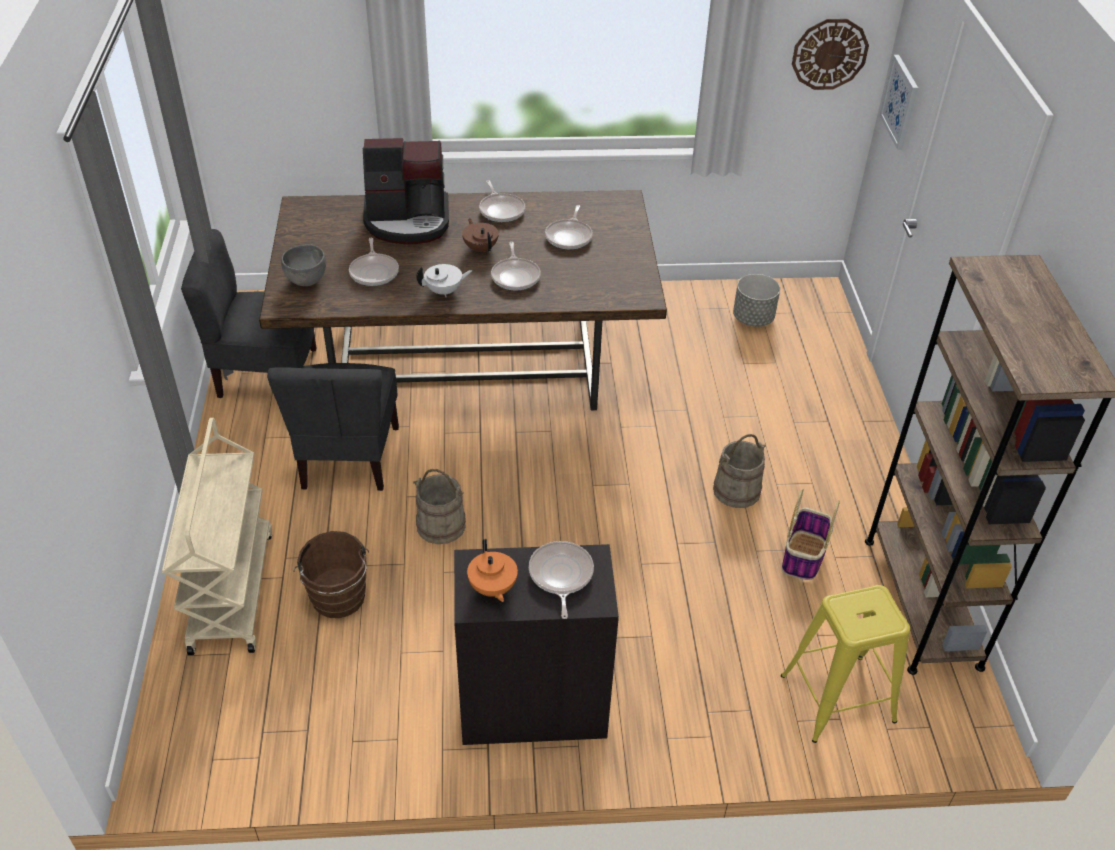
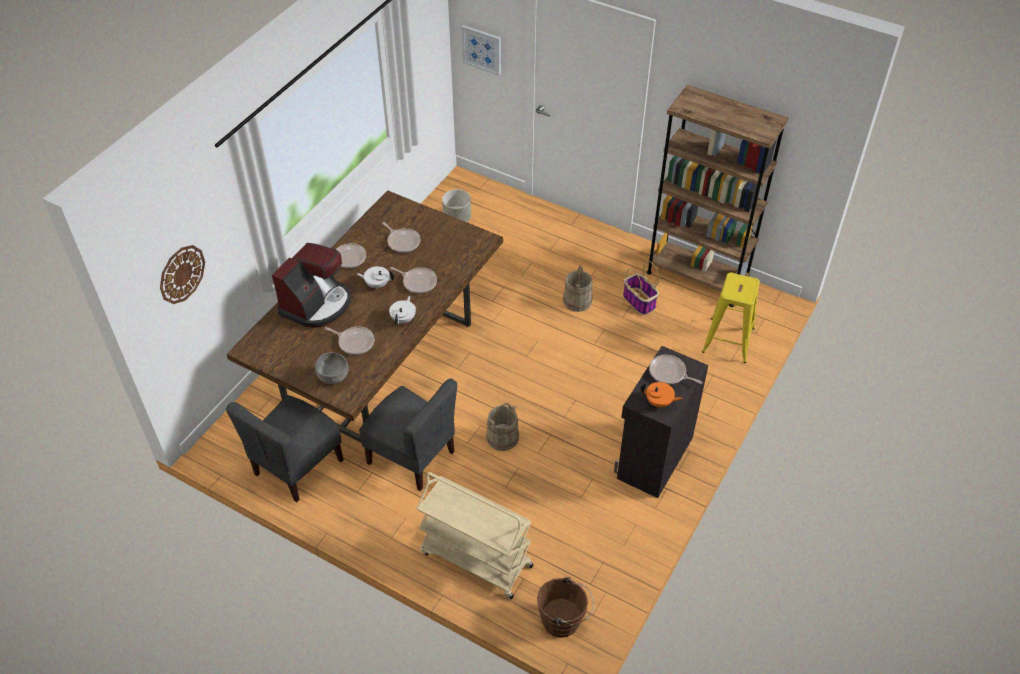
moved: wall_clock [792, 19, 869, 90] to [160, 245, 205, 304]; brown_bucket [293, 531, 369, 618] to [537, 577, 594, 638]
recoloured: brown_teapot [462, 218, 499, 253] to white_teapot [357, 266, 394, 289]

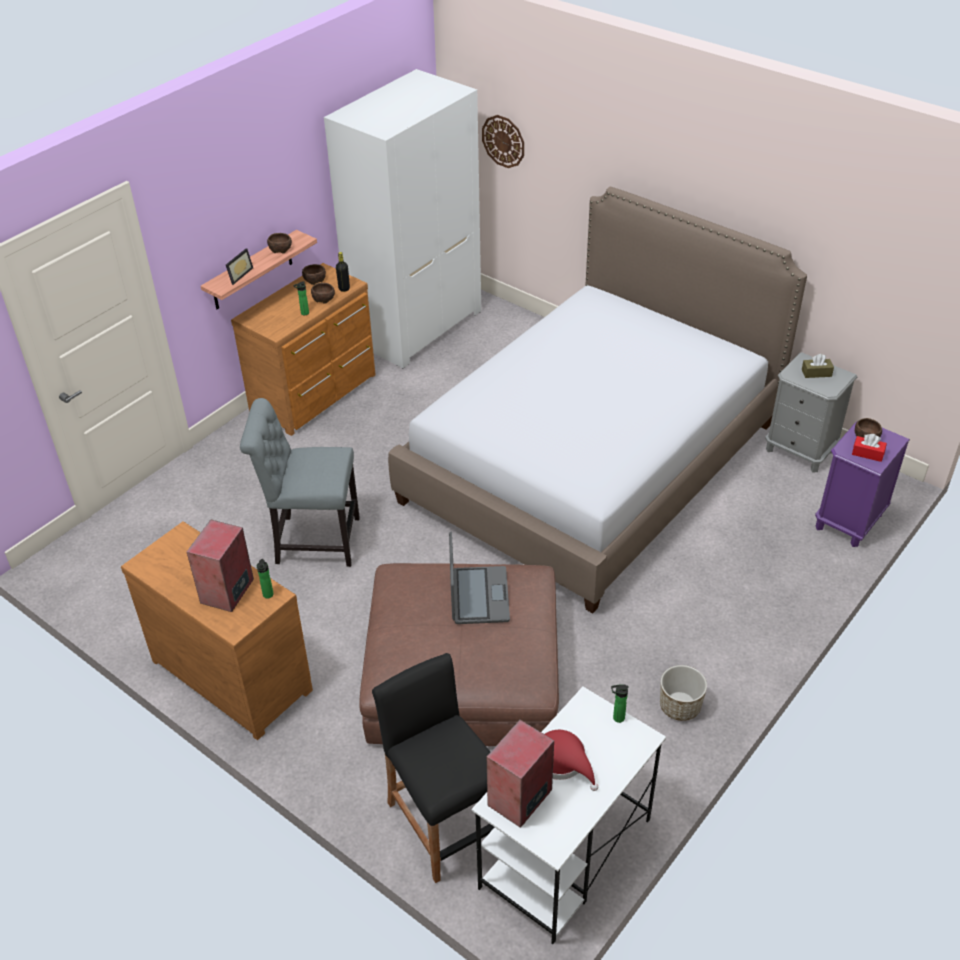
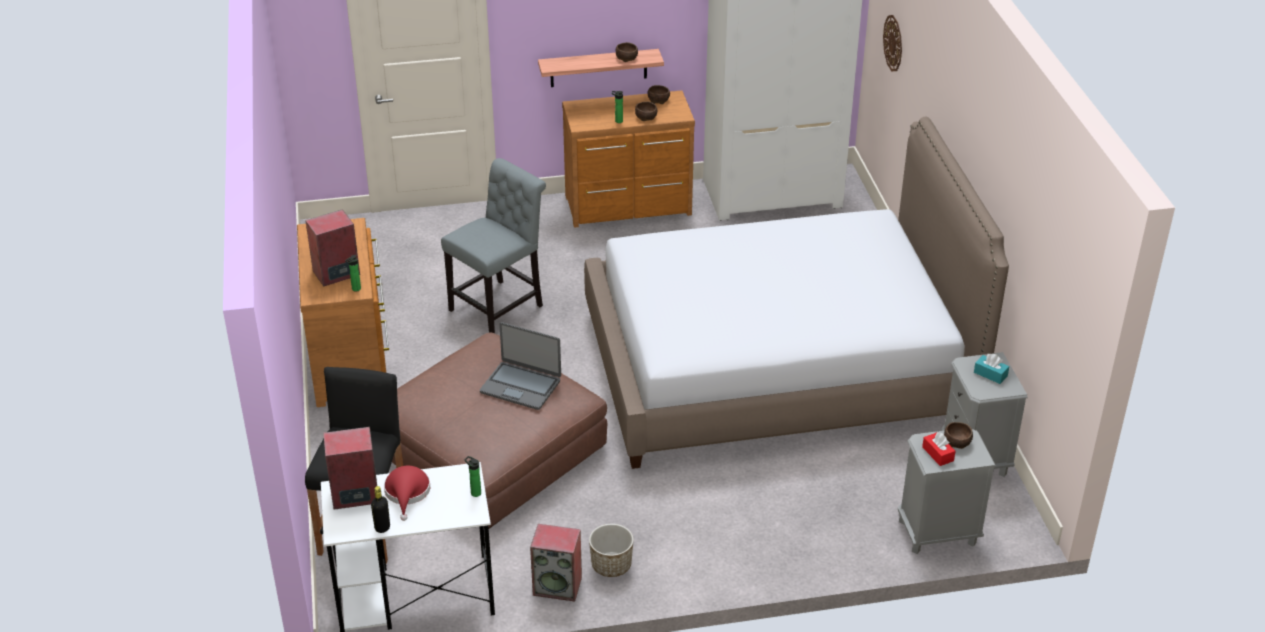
removed: picture_frame [226, 248, 253, 285]
added: speaker [530, 524, 582, 602]
moved: black_bottle [336, 252, 350, 292] to [371, 486, 390, 533]
recoloured: brown_tissue_box [802, 354, 834, 378] to turquoise_tissue_box [974, 354, 1009, 384]; purple_nightstand [815, 421, 910, 547] to grey_nightstand [898, 429, 996, 554]
turned: grey_chair [240, 398, 360, 567] = [441, 158, 546, 333] 90 degrees clockwise; laptop [449, 532, 510, 624] = [480, 322, 561, 410] 75 degrees clockwise

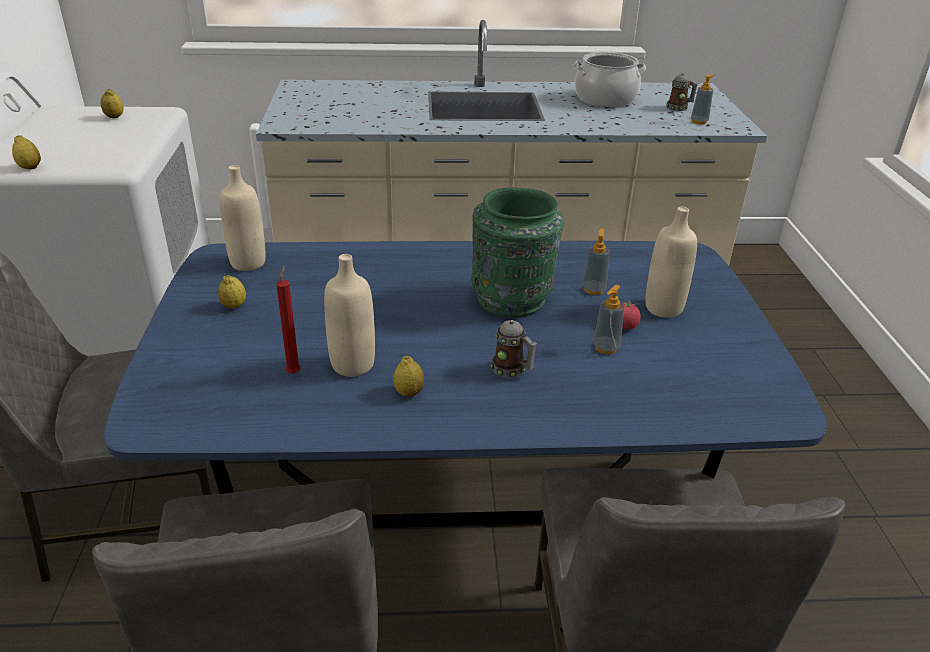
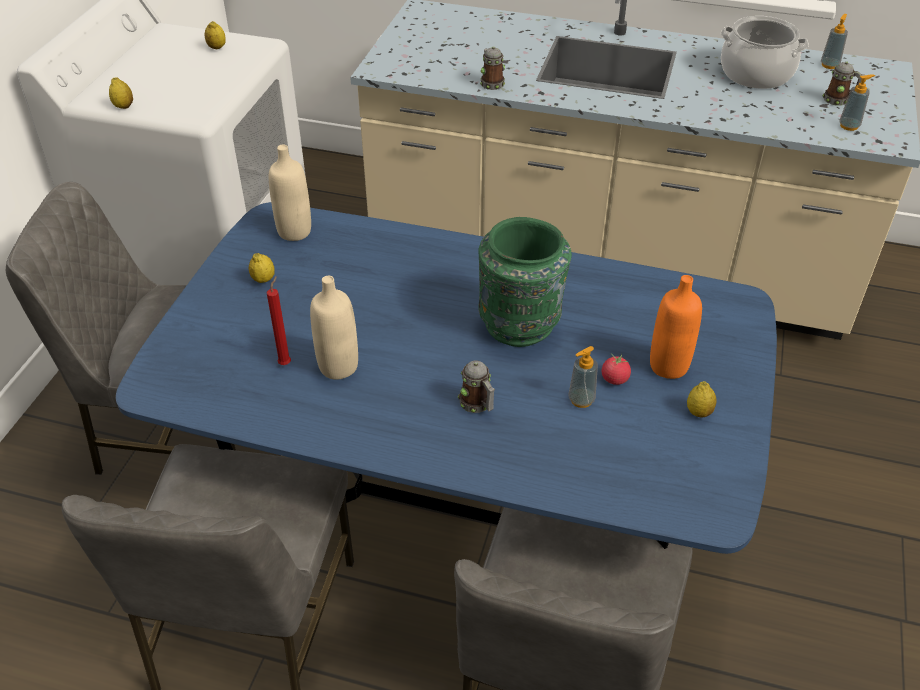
added: mug [480, 46, 505, 90]
moved: soap_dispenser [582, 228, 610, 295] to [821, 14, 848, 69]; lemon [393, 356, 424, 397] to [687, 381, 717, 418]
recoloured: beige_bottle [645, 207, 697, 318] to orange_bottle [650, 275, 702, 379]

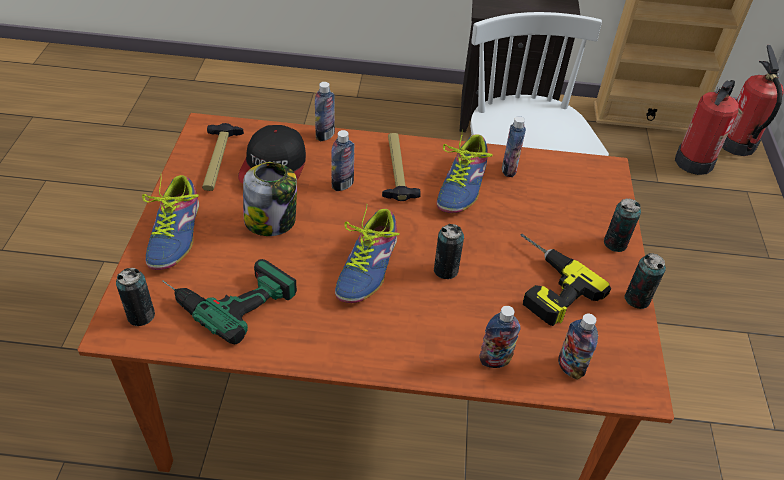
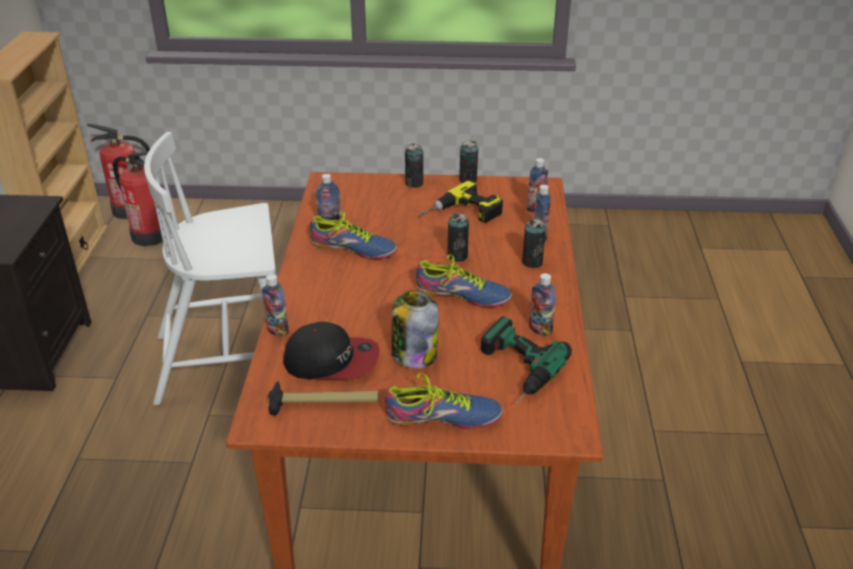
removed: hammer [382, 133, 421, 201]
moved: bottle [331, 130, 354, 191] to [529, 273, 556, 336]; can [116, 268, 155, 326] to [522, 219, 546, 268]

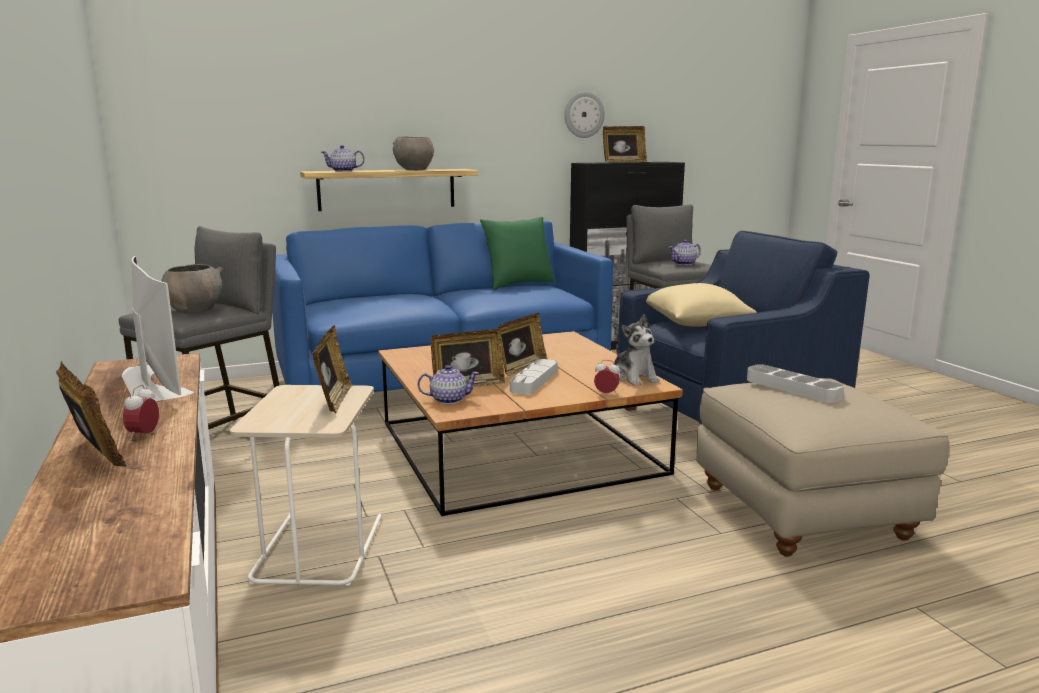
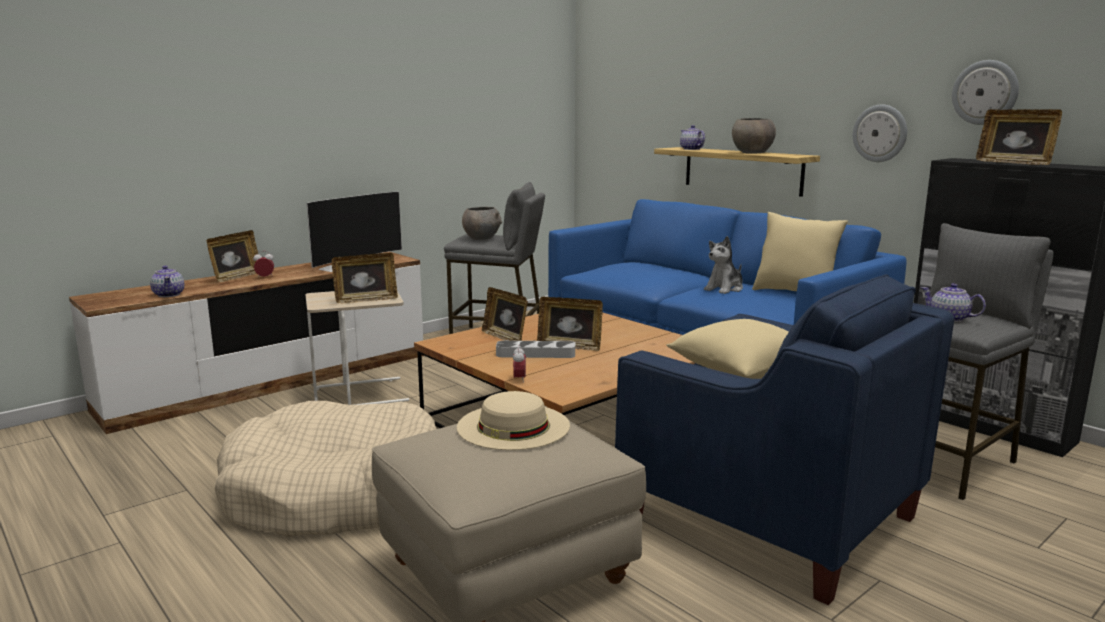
added: wall_clock [853, 105, 907, 162]; beige_dog_bed [215, 401, 436, 537]
moved: plush_toy [614, 314, 660, 386] to [704, 236, 743, 294]; teapot [417, 365, 479, 404] to [150, 266, 185, 297]
replaced: grey_tray [747, 364, 844, 403] to beige_hat [457, 391, 570, 450]
recoloured: green_pillow [480, 217, 555, 290] to beige_pillow [752, 212, 848, 291]

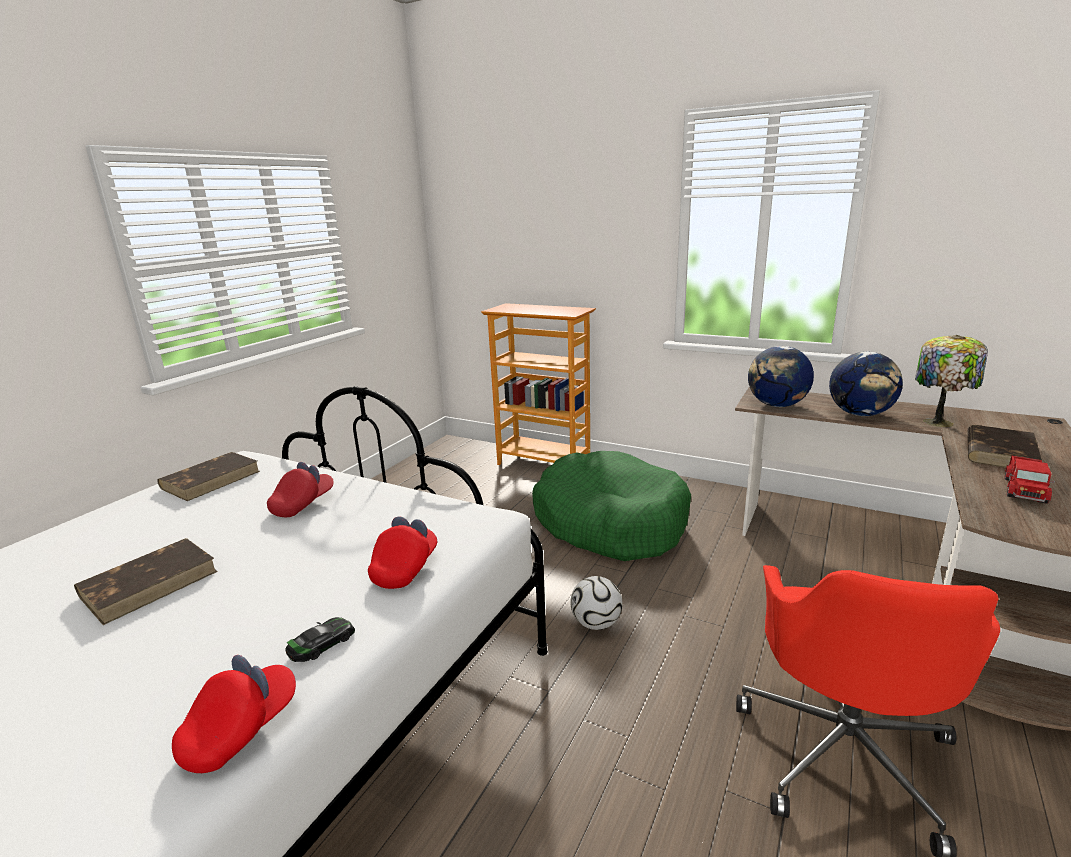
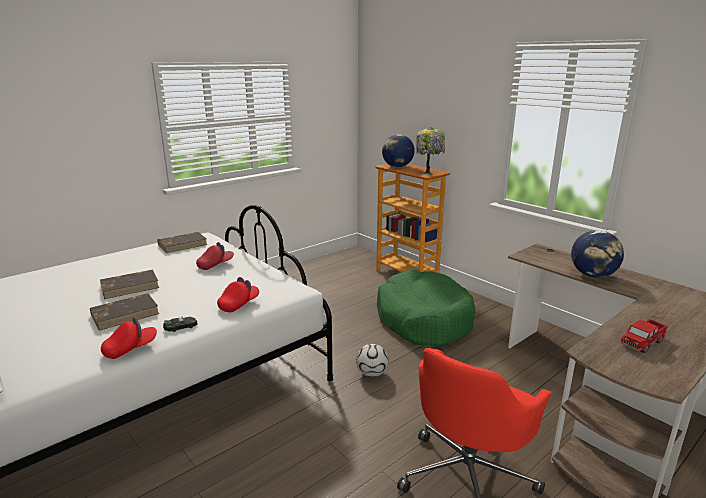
moved: table_lamp [915, 335, 988, 427] to [416, 127, 445, 175]; globe [748, 346, 814, 407] to [382, 134, 415, 167]; brown_book [967, 425, 1042, 468] to [90, 293, 159, 331]

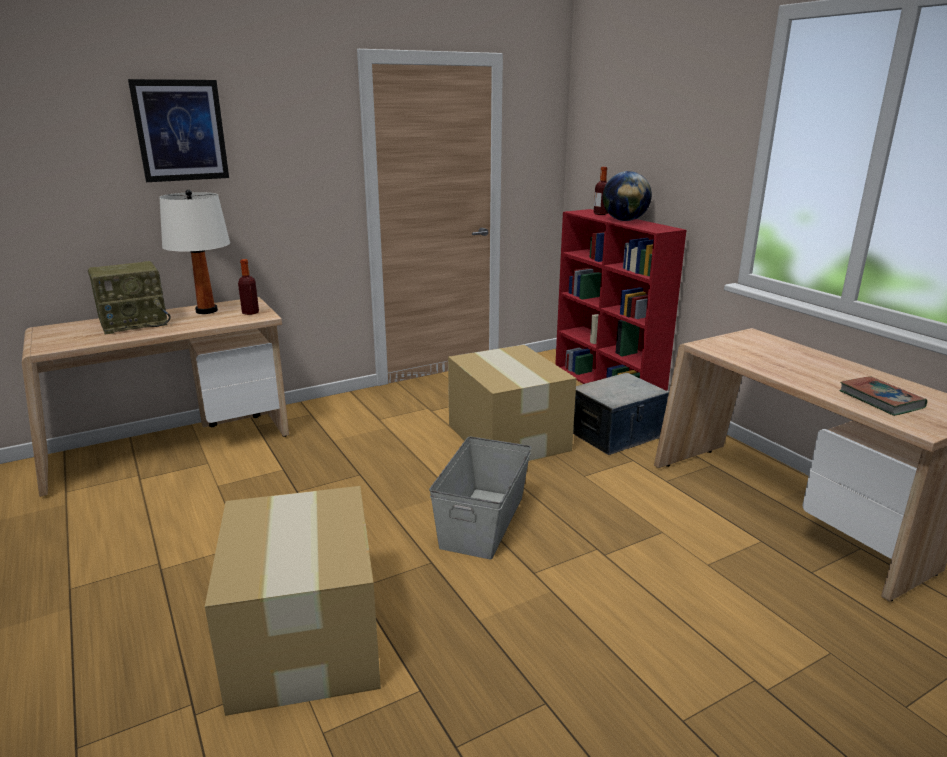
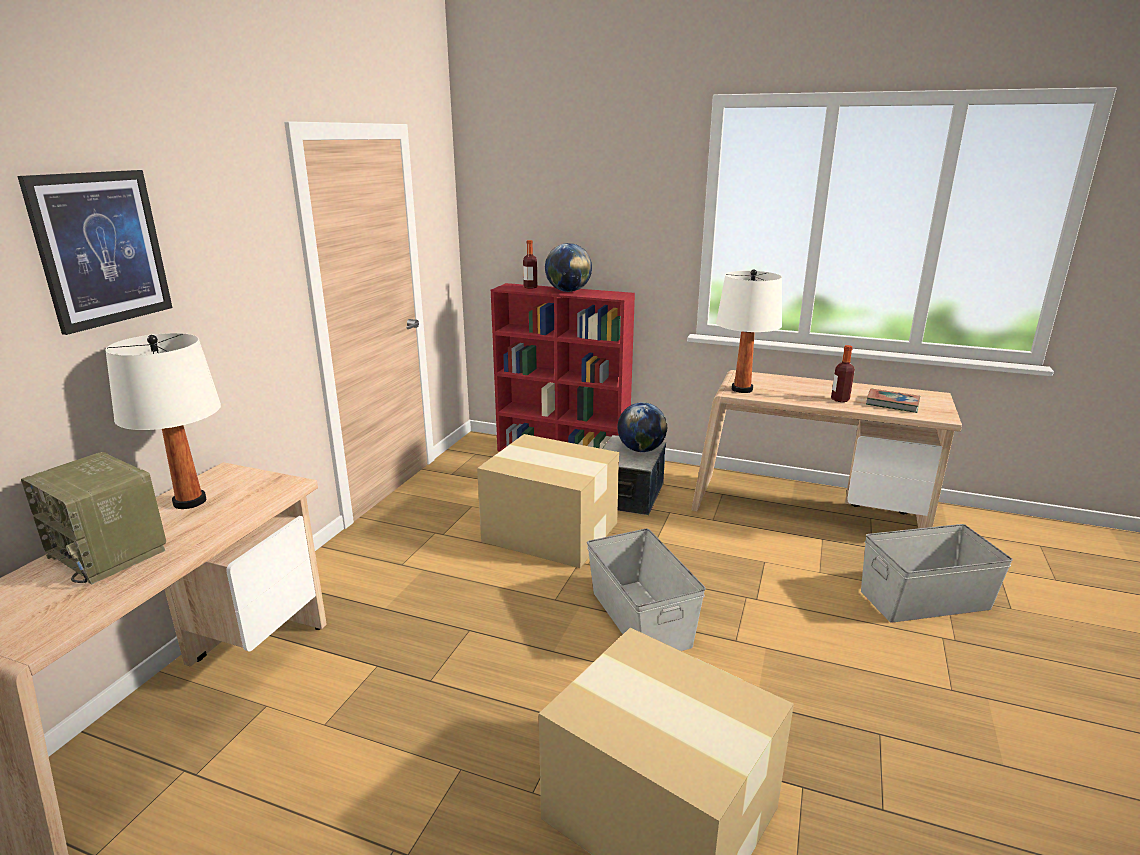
added: white_table_lamp [716, 269, 782, 393]; globe [617, 402, 667, 452]; grey_storage_box [861, 524, 1013, 622]
moved: bottle [238, 259, 259, 315] to [831, 345, 855, 402]
turned: radio [88, 261, 171, 335] = [21, 452, 166, 584] 105 degrees clockwise

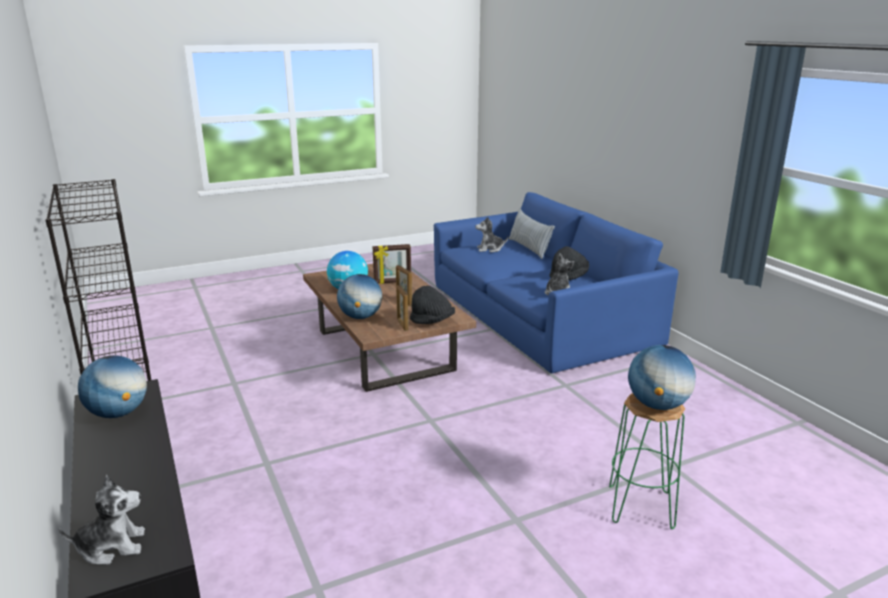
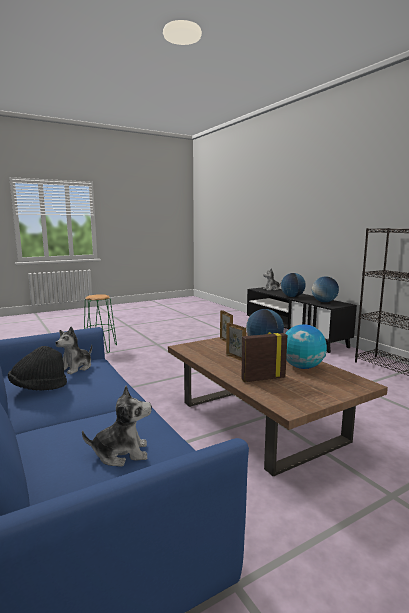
removed: pillow [509, 209, 555, 259]; black_hat [410, 286, 455, 324]
moved: globe [628, 345, 696, 410] to [281, 273, 306, 297]

